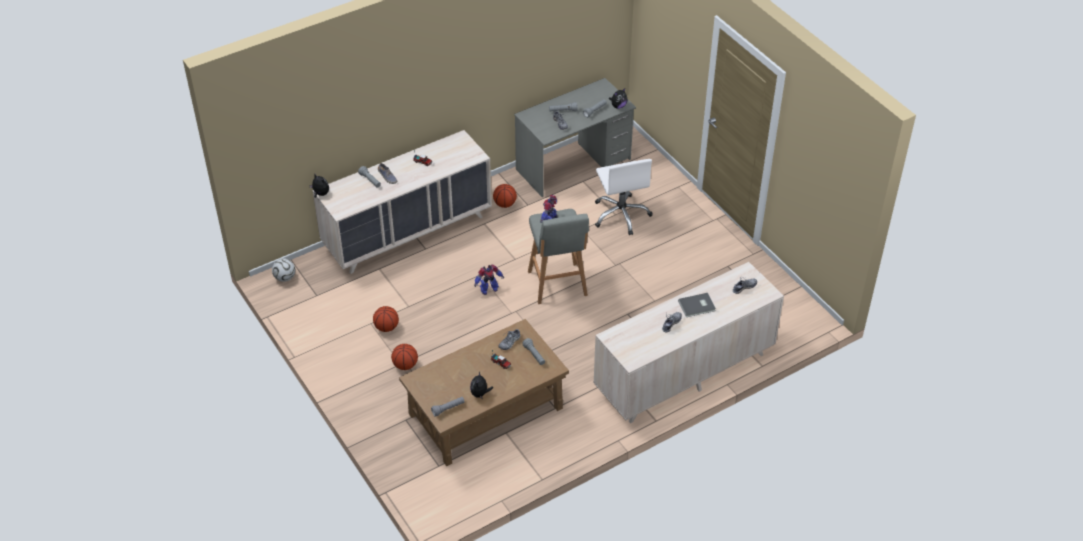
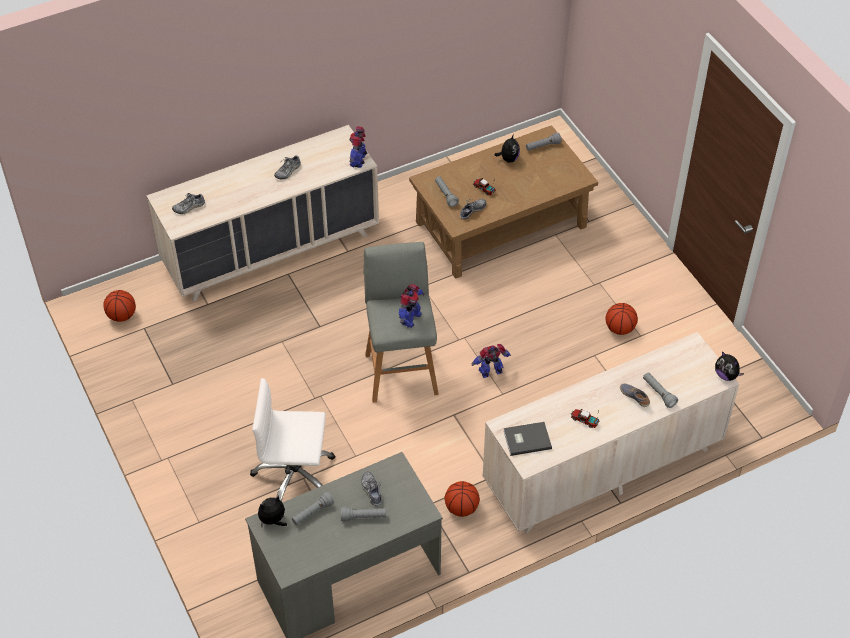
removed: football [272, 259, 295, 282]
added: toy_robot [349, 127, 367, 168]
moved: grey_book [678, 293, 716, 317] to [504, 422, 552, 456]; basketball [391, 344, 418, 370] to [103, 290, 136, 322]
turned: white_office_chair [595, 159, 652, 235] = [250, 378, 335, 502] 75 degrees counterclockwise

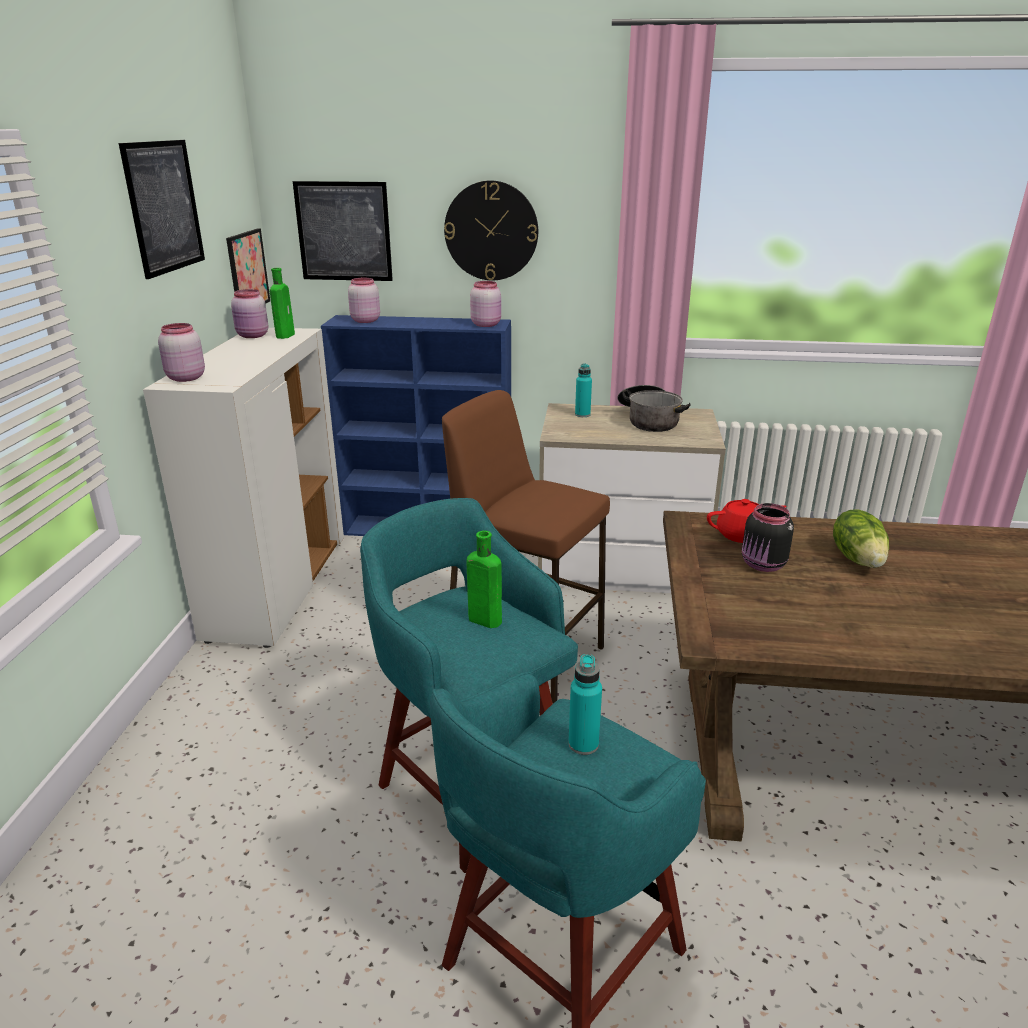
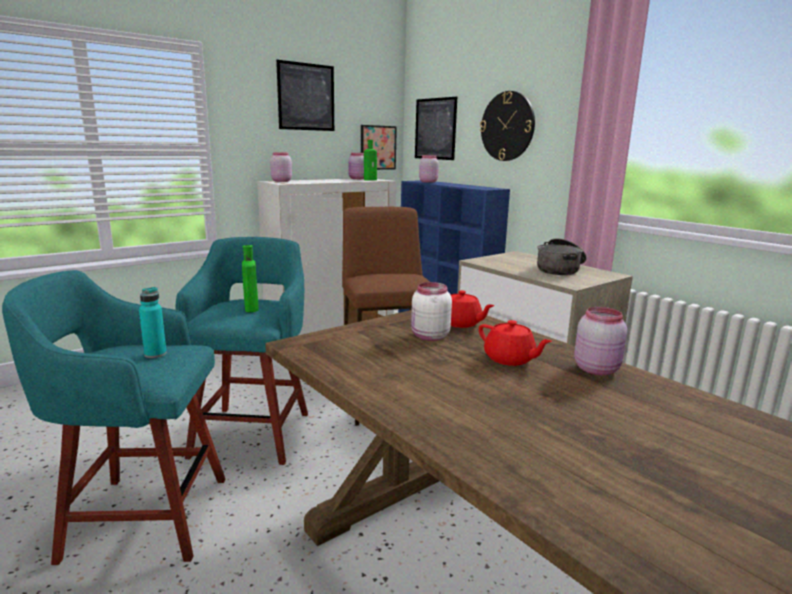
removed: turquoise_bottle [575, 364, 592, 417]
moved: pink_jar [470, 281, 501, 327] to [574, 307, 627, 375]
replaced: lettuce [833, 509, 889, 568] to red_teapot [479, 320, 552, 366]
recoloured: black_jar [742, 503, 794, 572] to white_jar [411, 282, 452, 341]

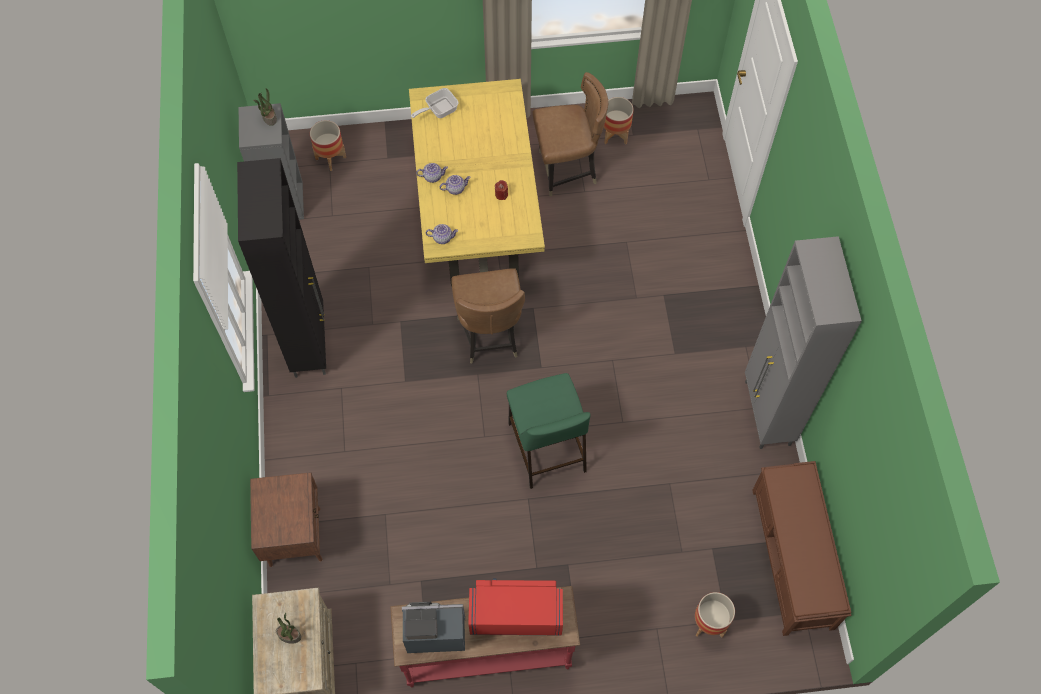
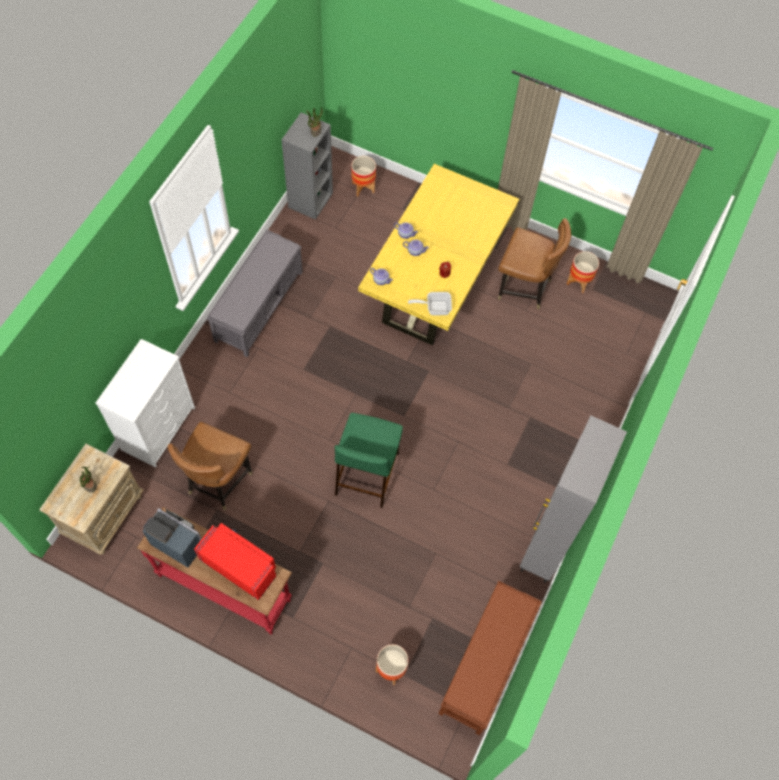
moved: frying_pan [411, 88, 458, 118] to [408, 292, 452, 315]; brown_chair [451, 268, 525, 363] to [168, 422, 252, 510]
replaced: black_cabinet [237, 158, 326, 378] to grey_bench [207, 229, 303, 357]; brown_nightstand [250, 472, 323, 567] to white_dresser [95, 339, 195, 468]

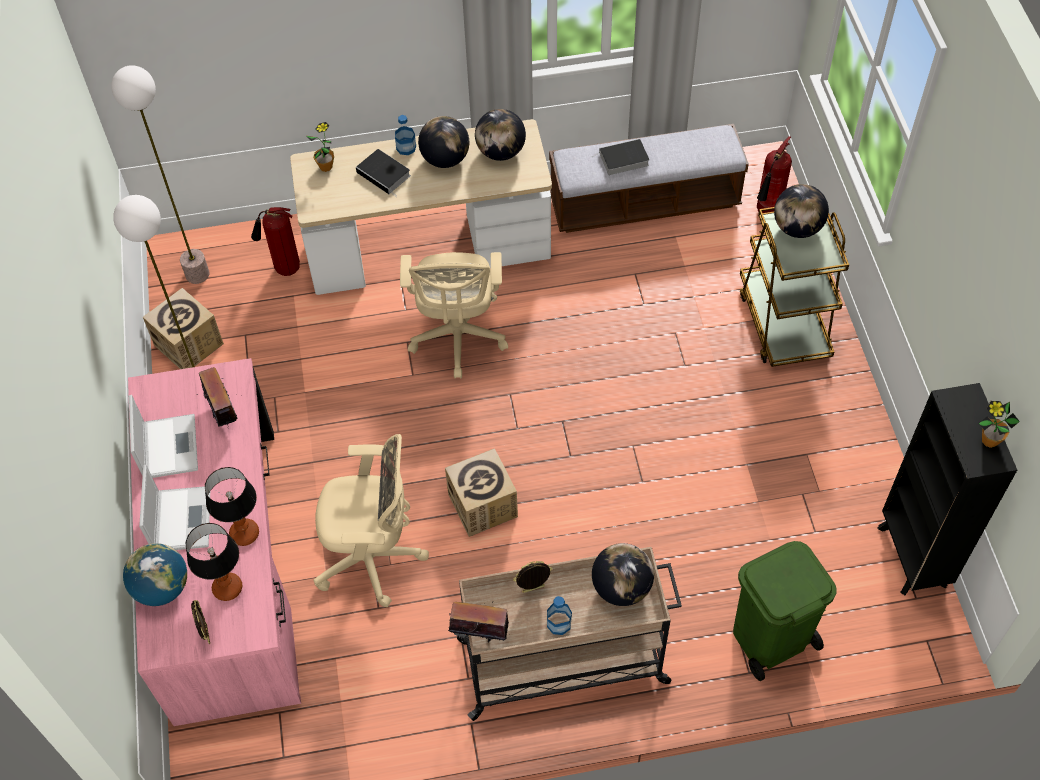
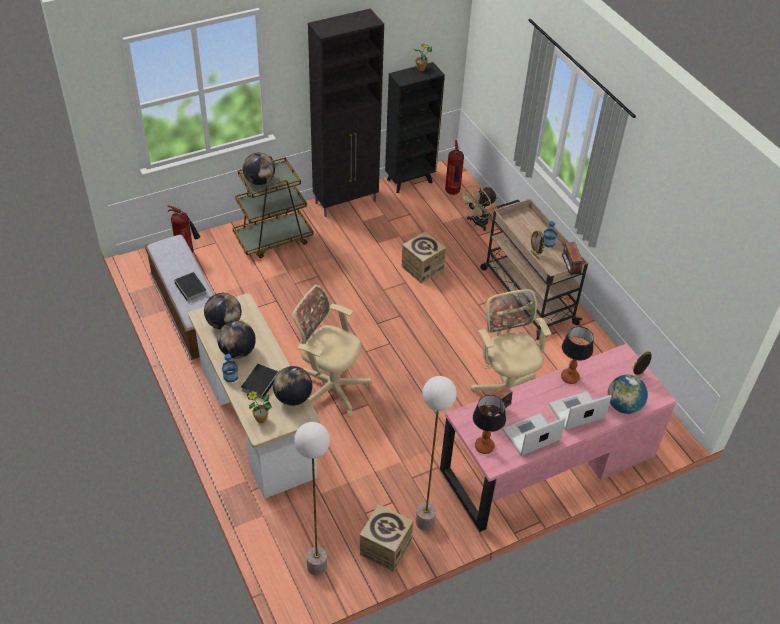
added: black_cabinet [308, 9, 384, 217]
moved: fire_extinguisher [251, 207, 300, 276] to [445, 140, 464, 195]; cardboard_box [445, 448, 518, 537] to [402, 231, 446, 284]; table_lamp [186, 523, 242, 601] to [473, 395, 506, 454]; globe [592, 543, 654, 606] to [273, 366, 312, 406]
replaced: green_trash_can [733, 541, 837, 681] to beige_fan [459, 185, 497, 231]
turned: beige_office_chair [400, 252, 508, 379] = [292, 285, 371, 417] 135 degrees counterclockwise

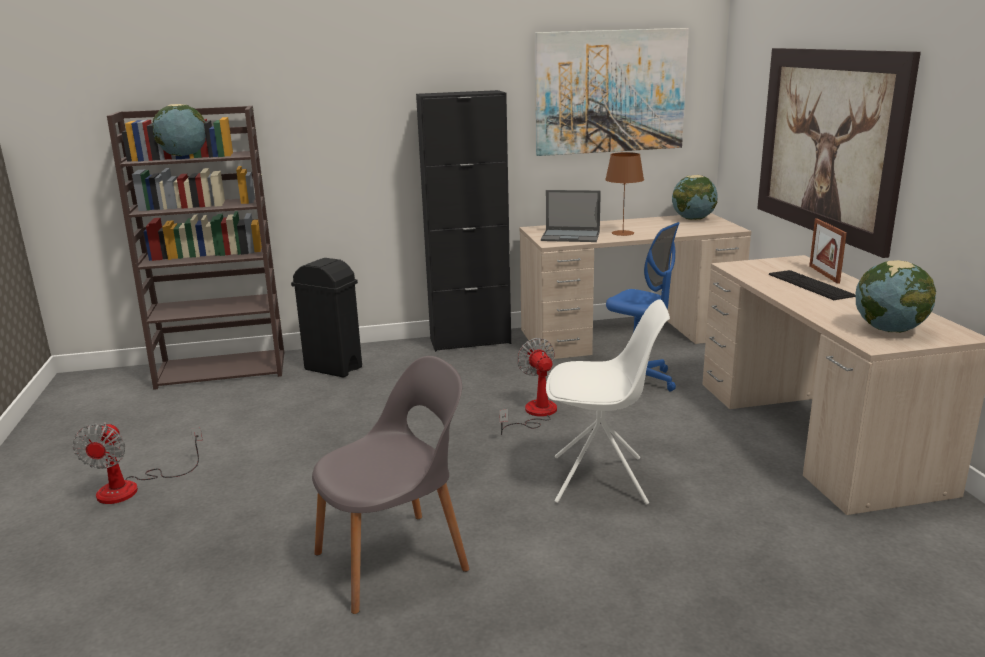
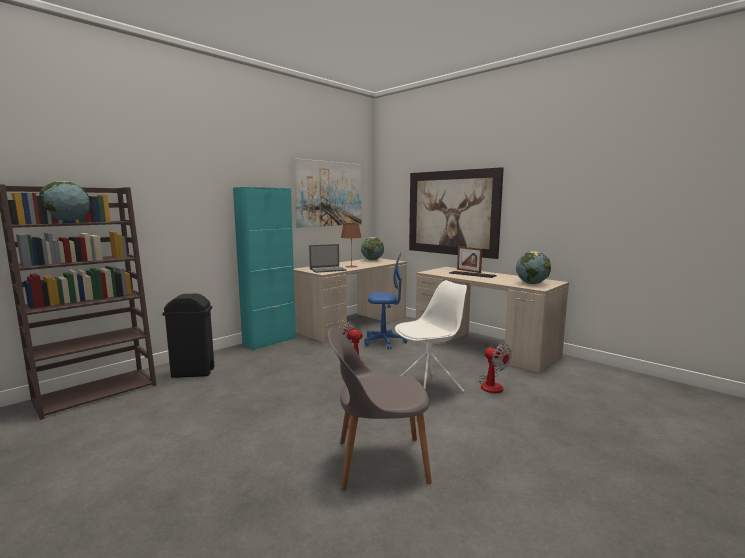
moved: fan [73, 422, 203, 504] to [479, 344, 512, 393]
recoloured: black_cabinet [416, 90, 511, 352] to turquoise_cabinet [233, 187, 296, 351]
turned: grey_chair [312, 356, 469, 614] = [328, 328, 432, 490] 120 degrees counterclockwise

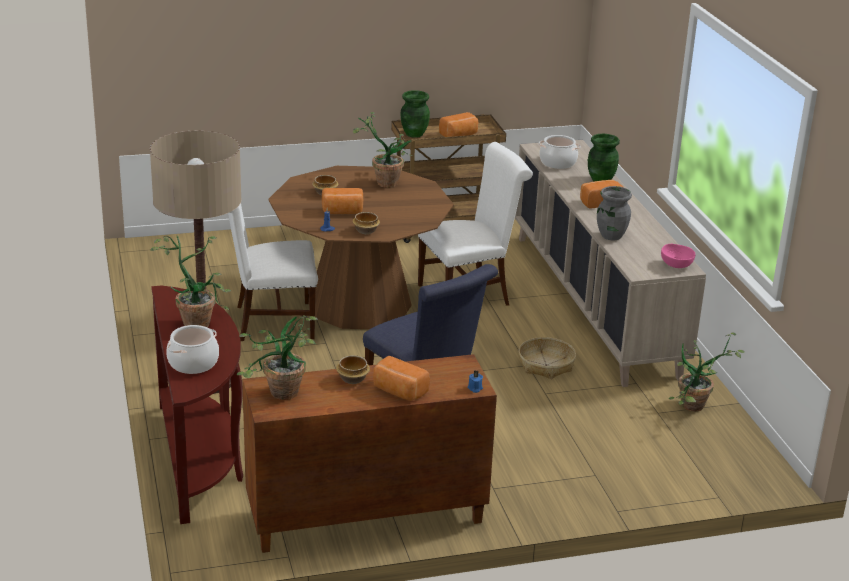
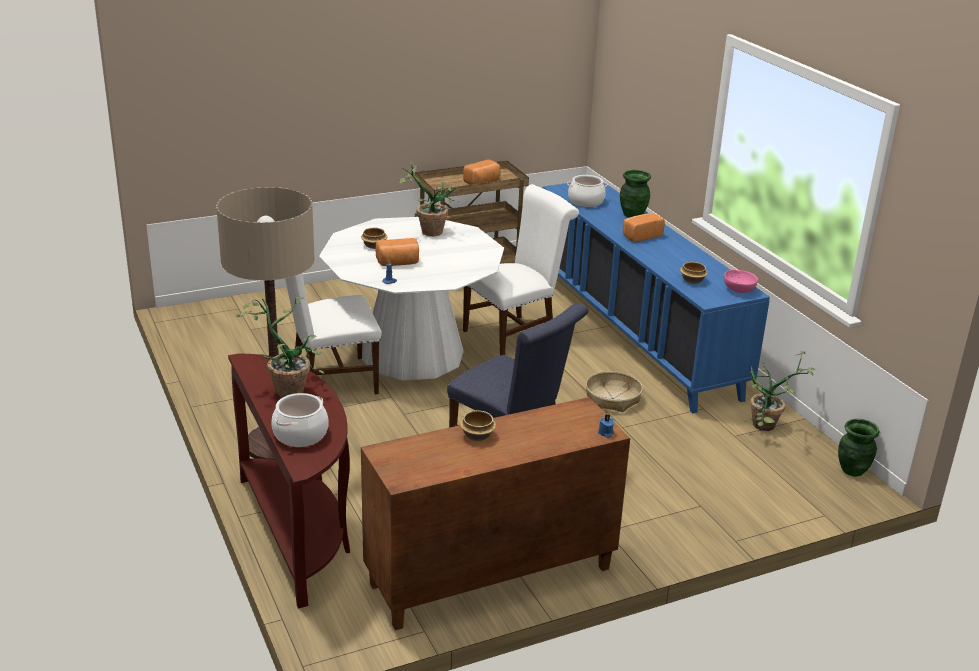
removed: grey_vase [597, 186, 632, 240]; potted_plant [237, 315, 318, 400]; bread [373, 356, 430, 401]
moved: green_vase [400, 90, 430, 138] to [838, 419, 880, 477]; bowl [352, 212, 380, 234] to [680, 262, 708, 284]
recoloured: beige_cabinet [515, 140, 706, 387] to blue_cabinet [543, 183, 770, 413]; brown_dining_table [268, 166, 454, 329] to white_dining_table [319, 217, 504, 381]

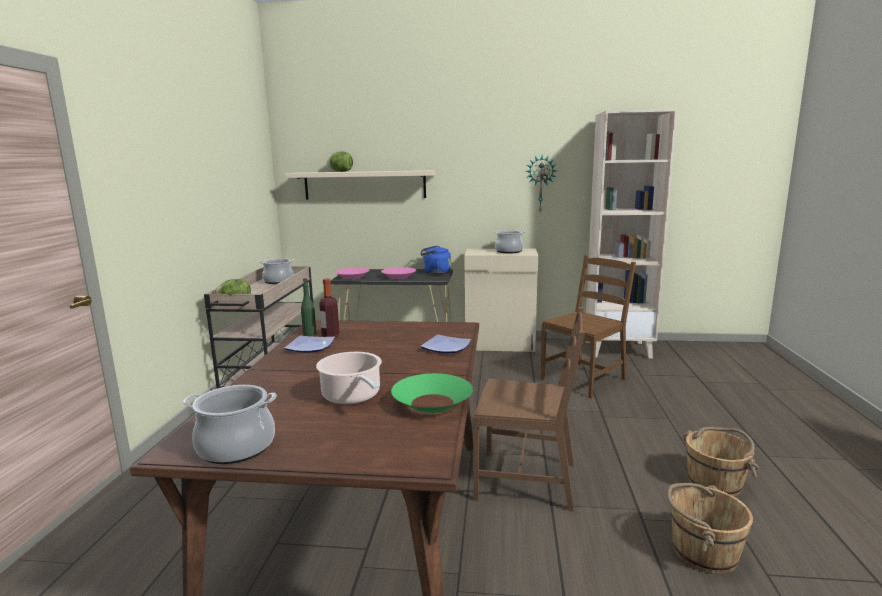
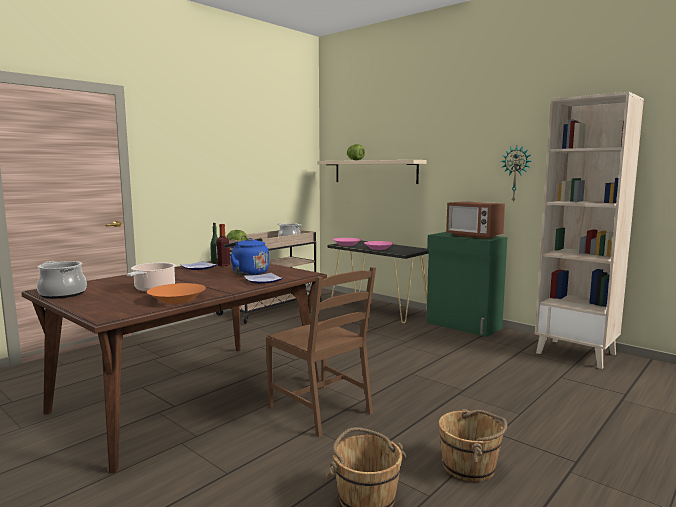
removed: brown_chair [541, 255, 636, 398]
moved: blue_kettle [420, 246, 451, 274] to [224, 238, 269, 276]
replaced: cooking_pot [493, 230, 526, 253] to microwave [446, 201, 505, 239]
recoloured: beige_cabinet [464, 249, 538, 352] to green_cabinet [426, 232, 507, 337]; green_bowl [391, 373, 473, 413] to orange_bowl [147, 283, 206, 304]

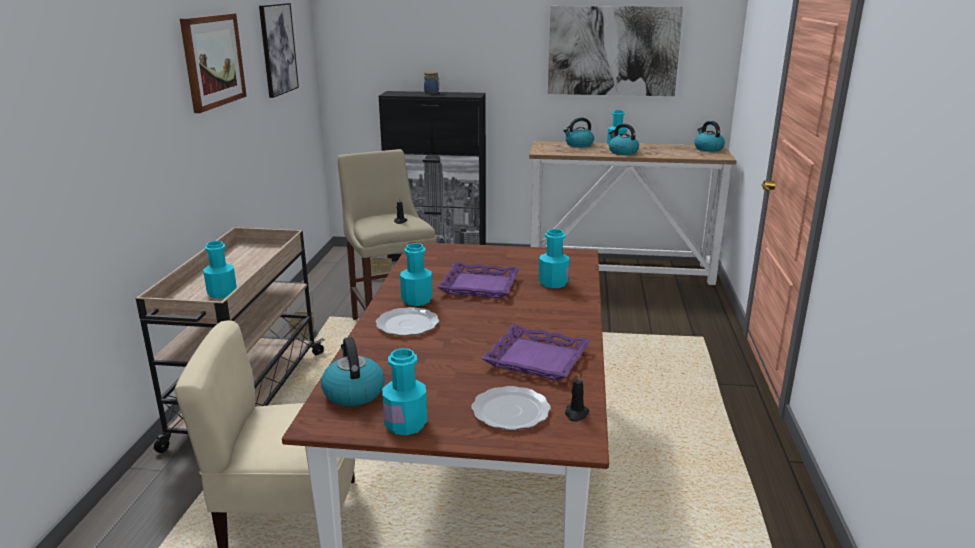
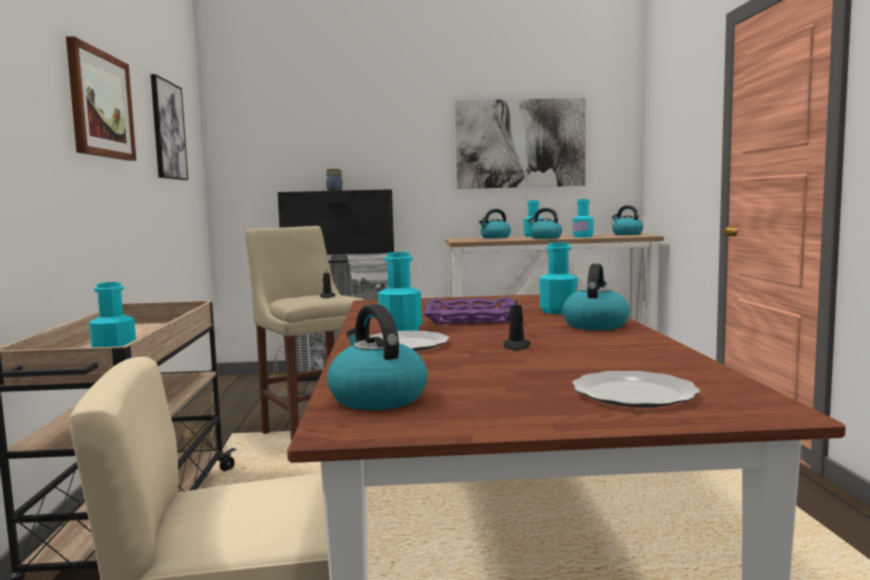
removed: purple_tray [481, 324, 591, 381]
added: kettle [562, 264, 630, 330]
moved: turquoise_bottle [382, 348, 427, 435] to [573, 199, 594, 237]; black_candle [565, 374, 589, 422] to [504, 295, 530, 351]

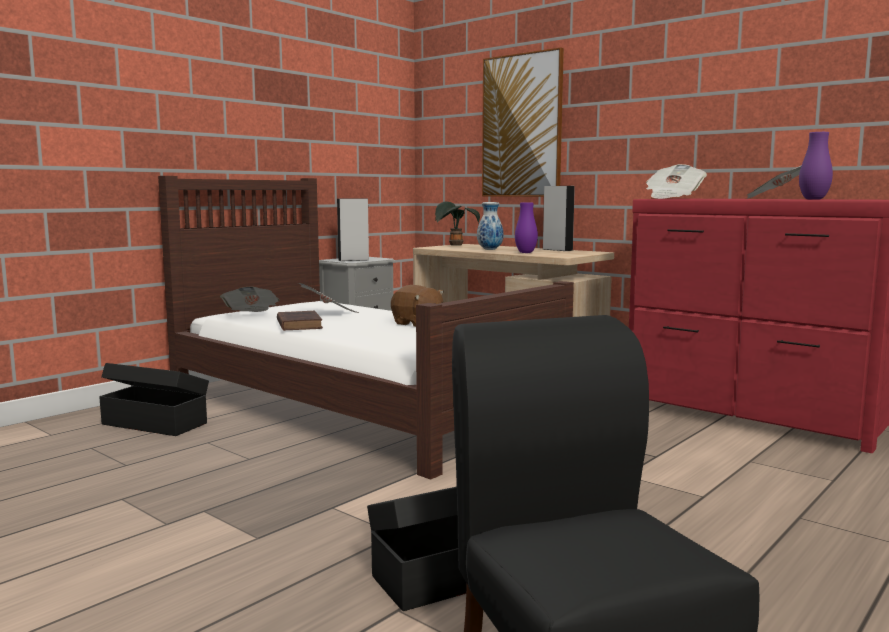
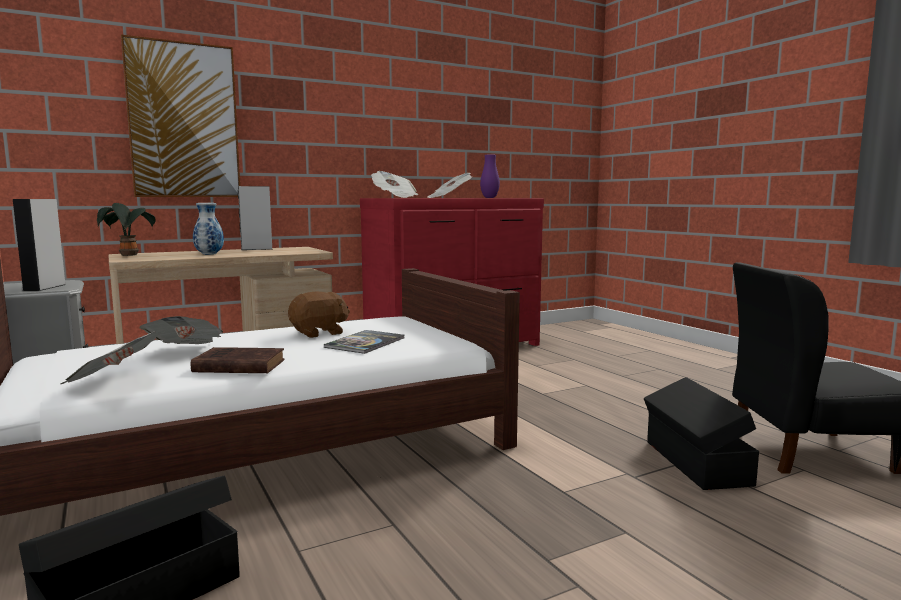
removed: purple_vase [515, 203, 538, 253]
added: book [324, 330, 404, 354]

